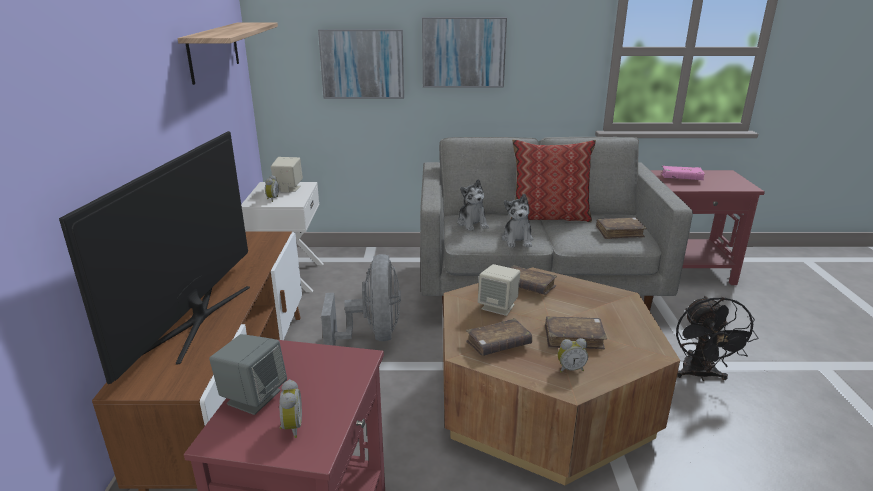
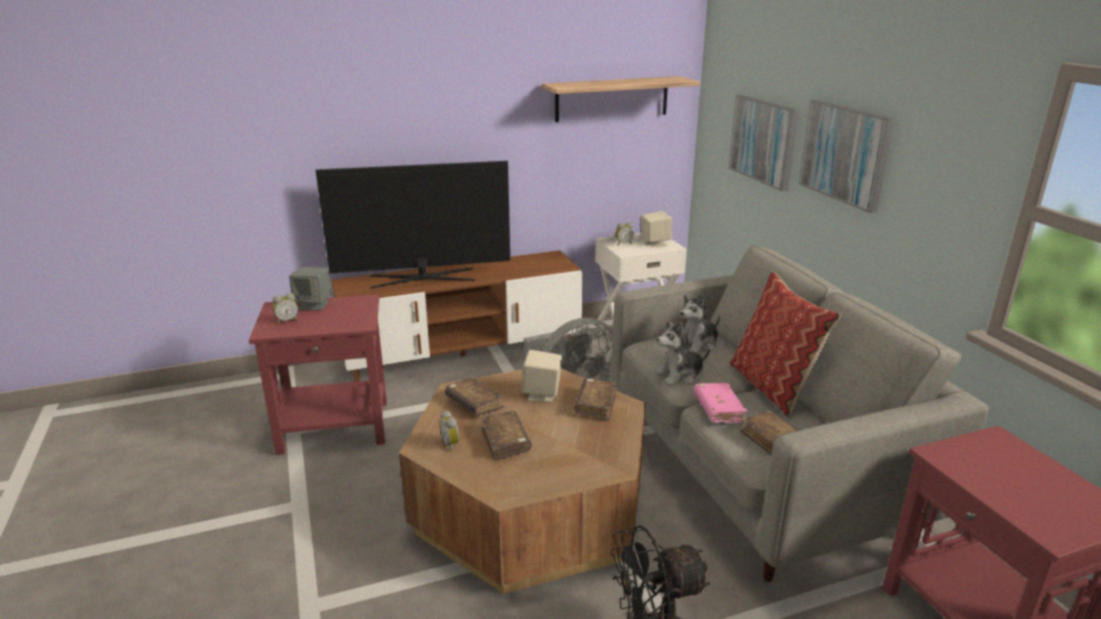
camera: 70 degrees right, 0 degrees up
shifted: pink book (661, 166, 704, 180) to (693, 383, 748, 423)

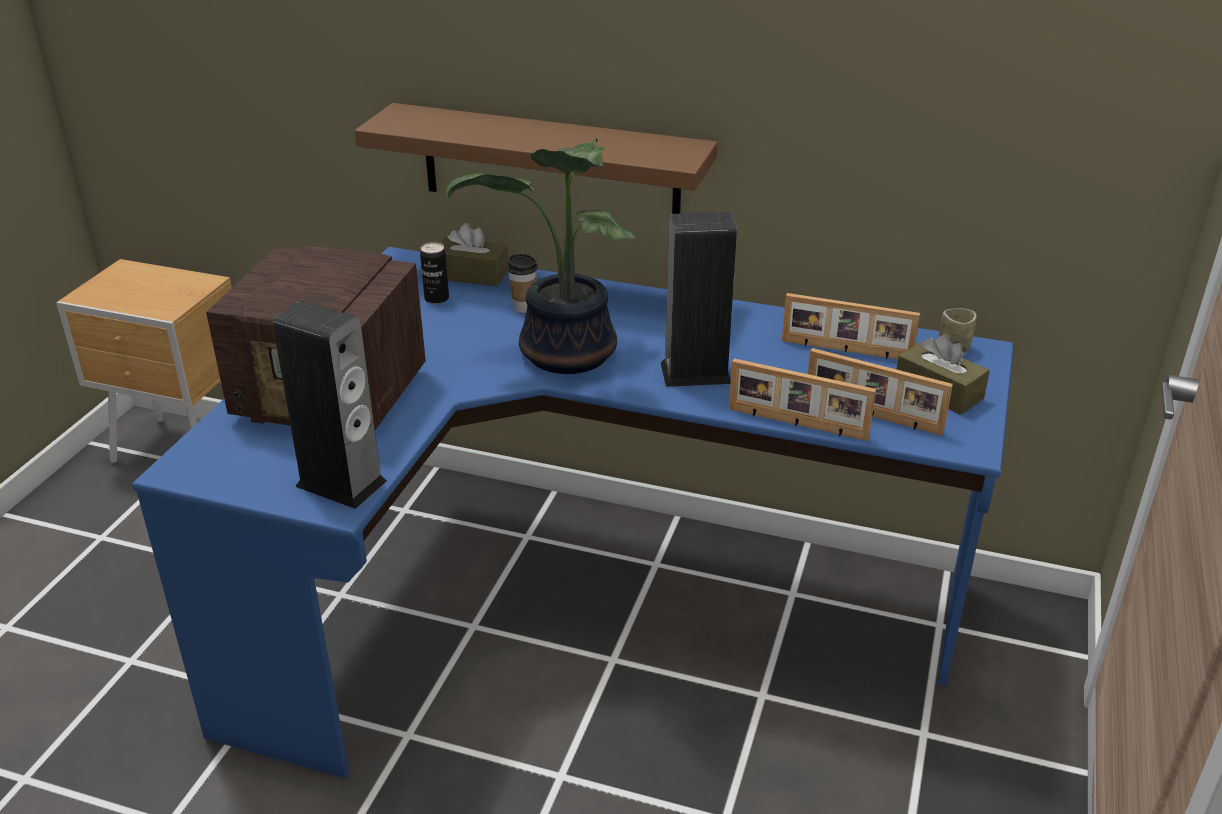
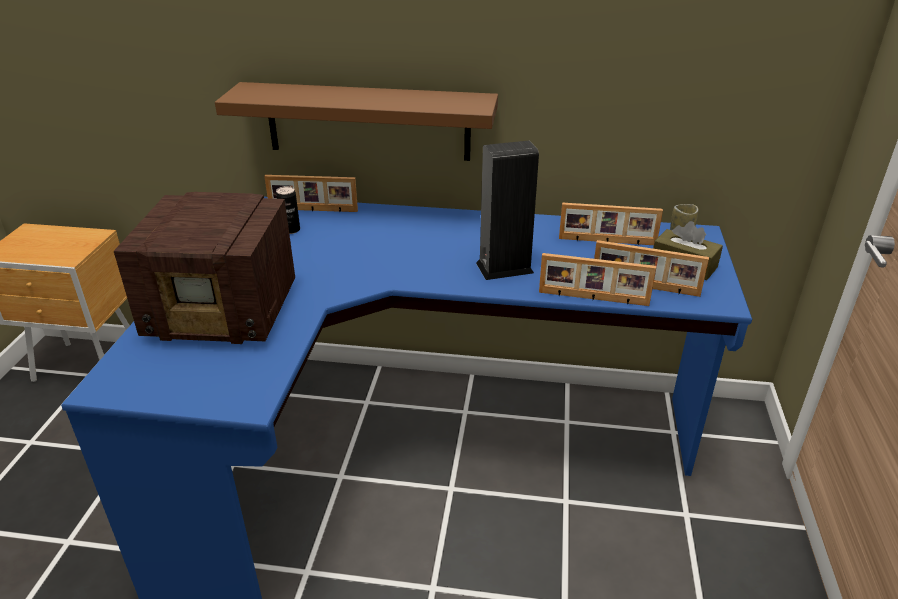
camera: 10 degrees left, 0 degrees up
gone: speaker (273, 301, 387, 509); potted plant (446, 138, 636, 374); cup (507, 254, 538, 313)
swapped: brown tissue box (440, 223, 508, 286) to picture frame (264, 175, 358, 212)

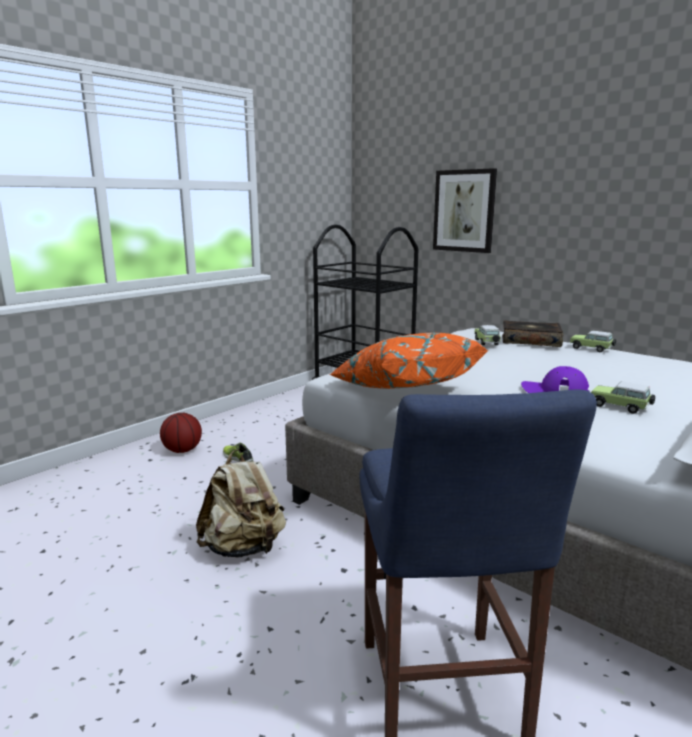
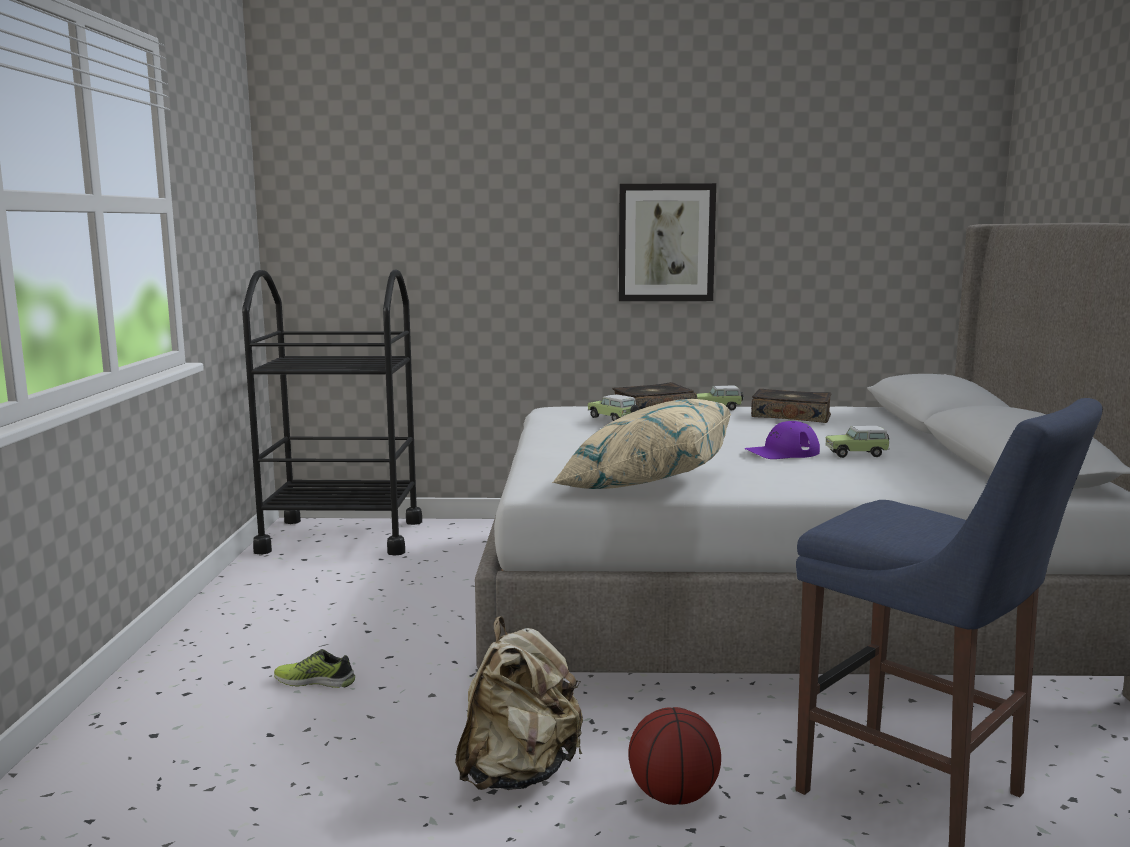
camera: 40 degrees left, 5 degrees down
new: book (751, 389, 832, 423)
shifted: picture (433, 168, 497, 253) to (619, 183, 716, 301); basketball (160, 413, 202, 453) to (628, 707, 721, 805)
repainted: orange pillow (330, 333, 489, 389) to beige pillow (552, 399, 731, 489)

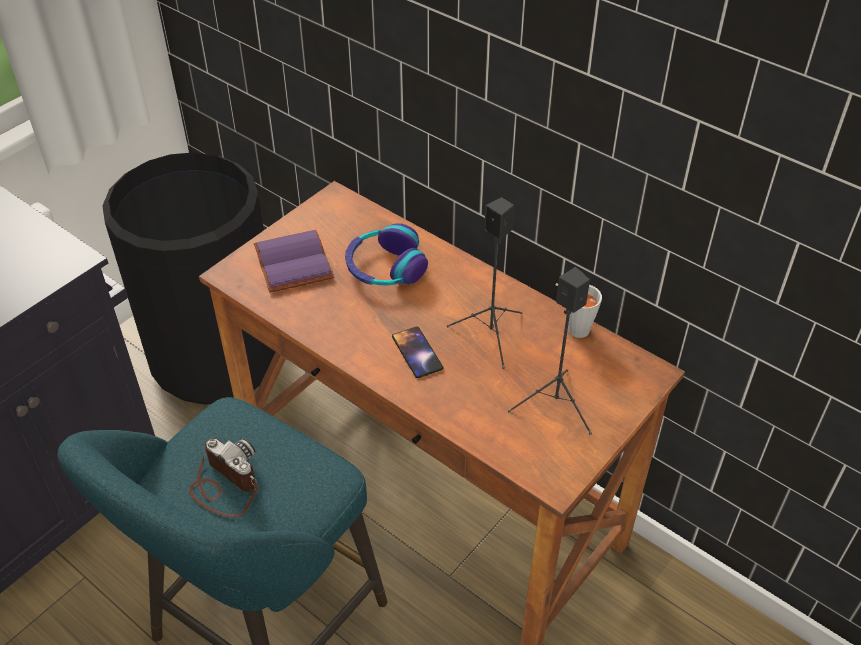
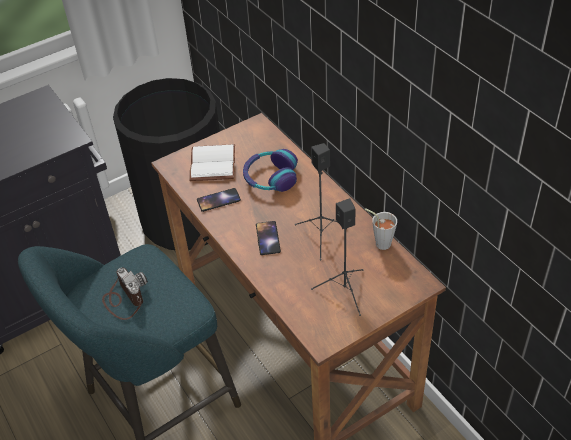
camera: 20 degrees right, 0 degrees up
new: phone (197, 188, 241, 212)
repainted: purple book (254, 230, 334, 293) to white book (189, 144, 235, 181)

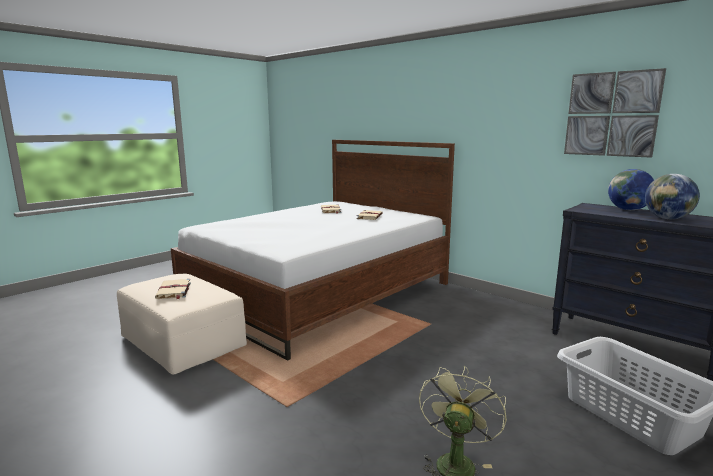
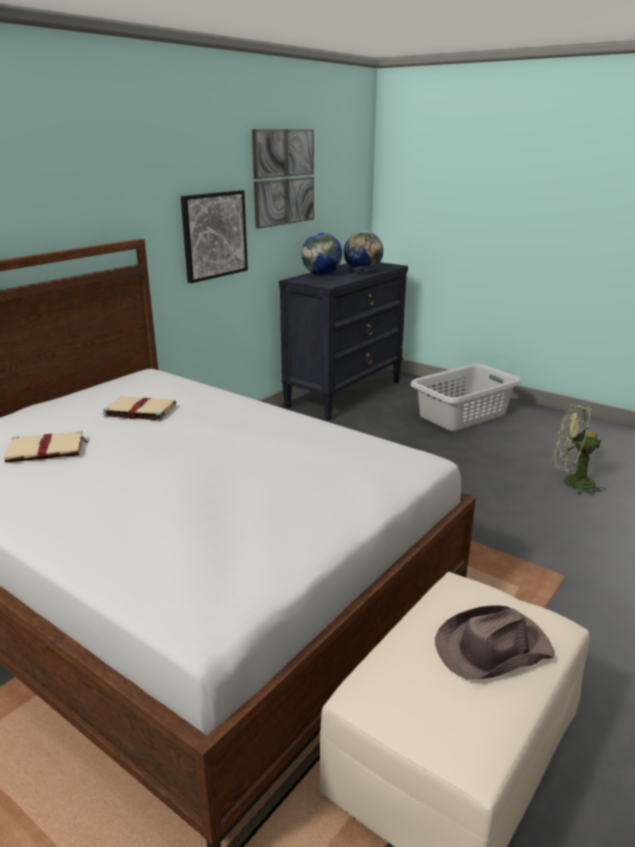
camera: 95 degrees left, 10 degrees up
new: picture (181, 190, 248, 283)
swapped: beige book (155, 279, 191, 299) to brown hat (435, 605, 554, 680)

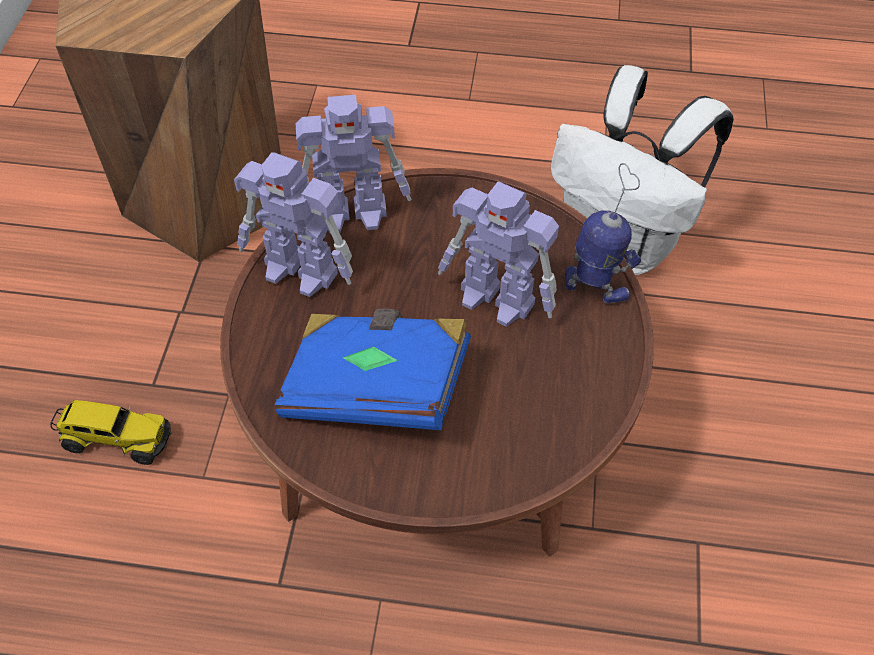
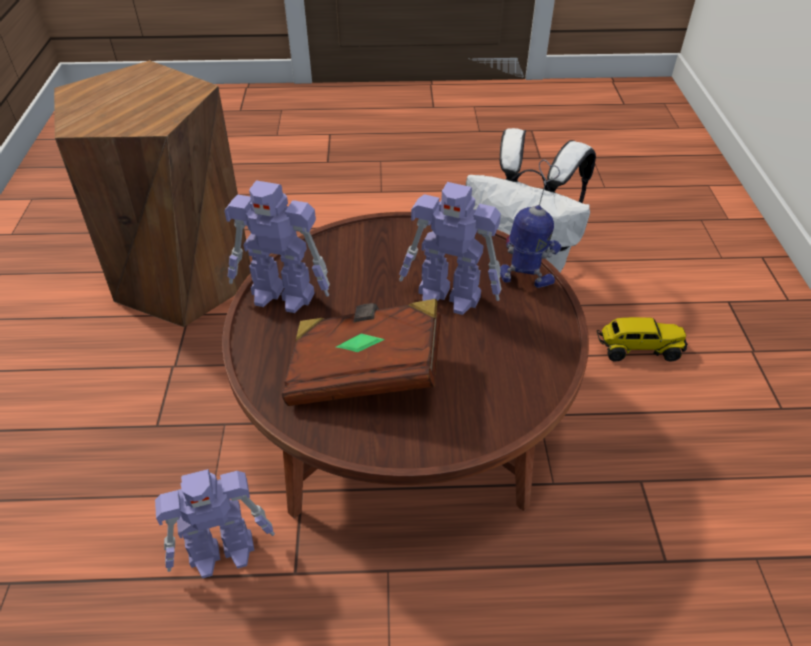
camera: 10 degrees left, 10 degrees down
shifted: toy robot (296, 95, 411, 234) to (155, 469, 275, 578); toy truck (50, 400, 171, 465) to (597, 317, 688, 362)
repainted: blue book (275, 308, 471, 430) to brown book (281, 299, 441, 406)

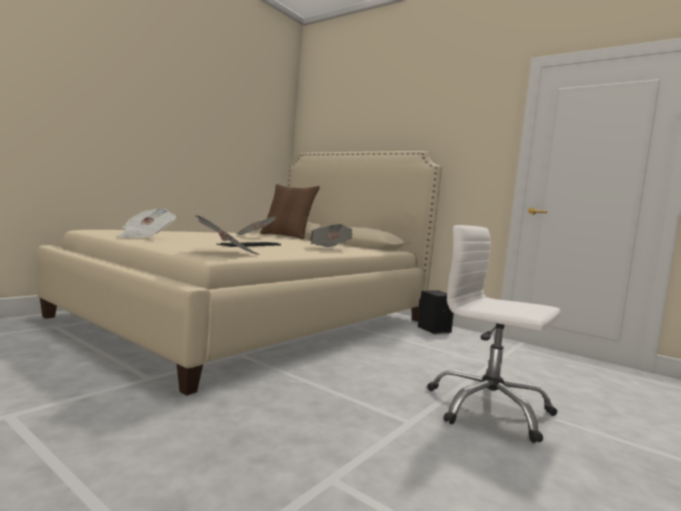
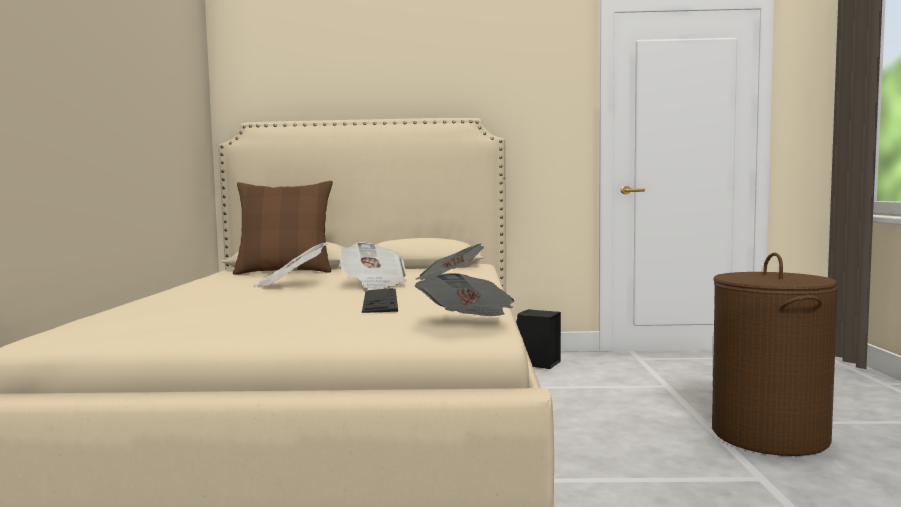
camera: 35 degrees left, 0 degrees up
shifted: newspaper (119, 208, 176, 238) to (339, 242, 407, 290)
swapped: white office chair (427, 225, 561, 443) to brown laundry basket (712, 253, 839, 456)

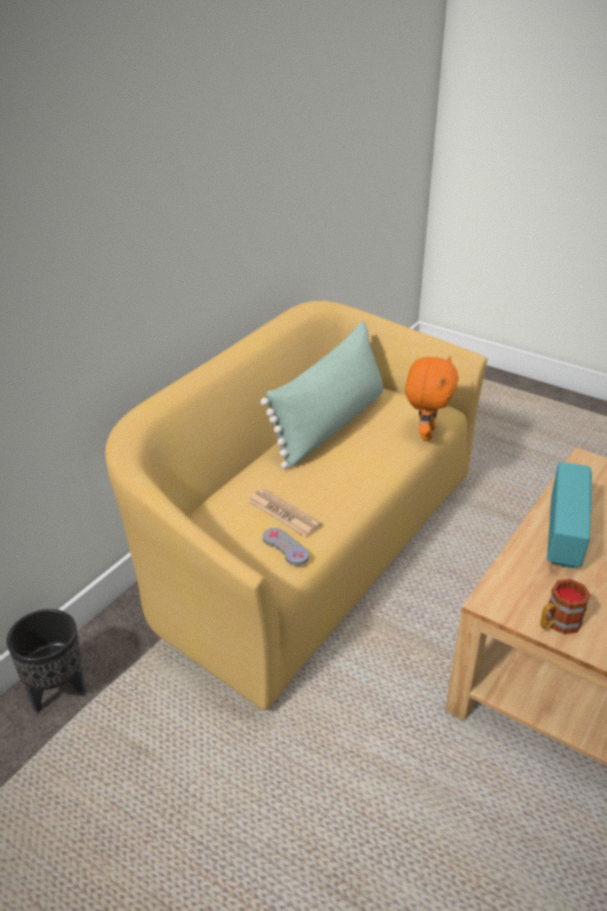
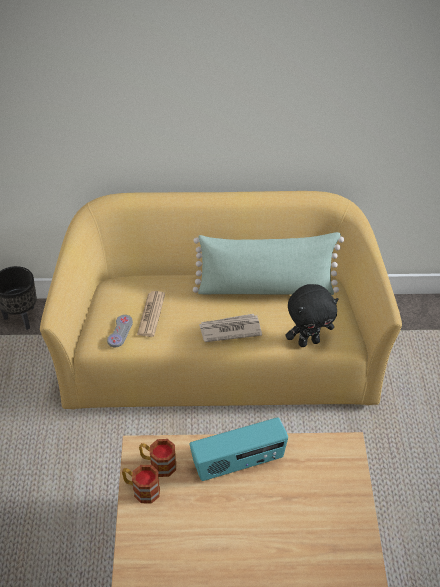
camera: 55 degrees right, 10 degrees up
new: mug (139, 439, 176, 477); newspaper (199, 314, 262, 342)
repainted: orange plush toy (405, 356, 459, 441) to black plush toy (285, 284, 338, 347)

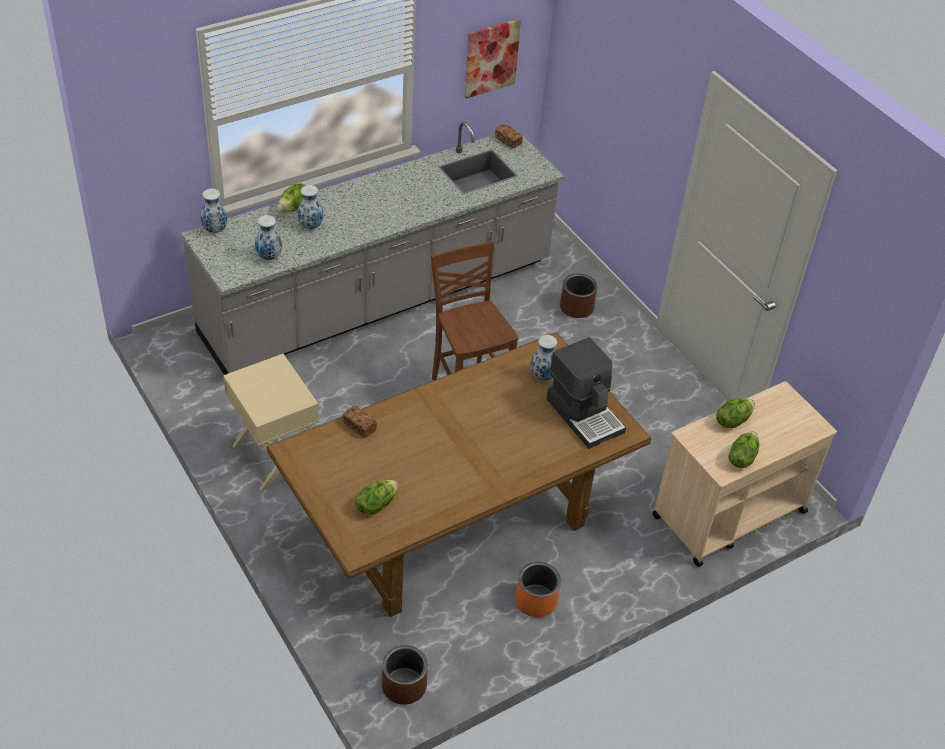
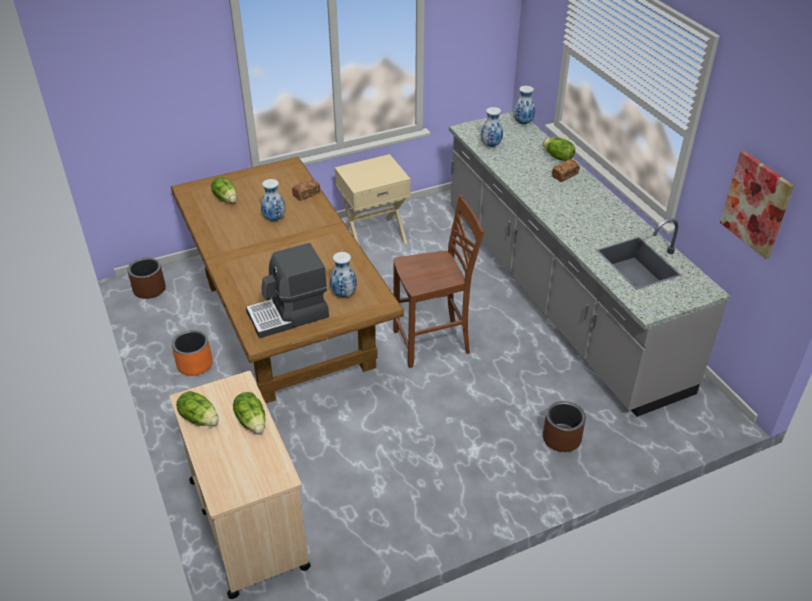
camera: 100 degrees right, 5 degrees down
shifted: vase (297, 185, 323, 229) to (261, 179, 286, 221); bread (495, 124, 523, 149) to (552, 159, 580, 182)

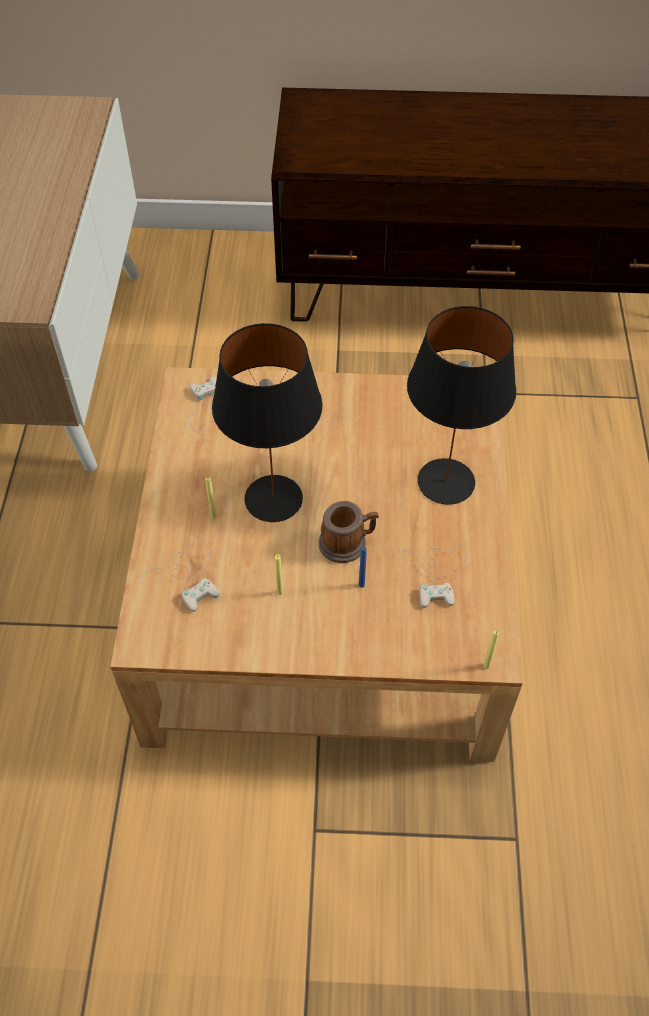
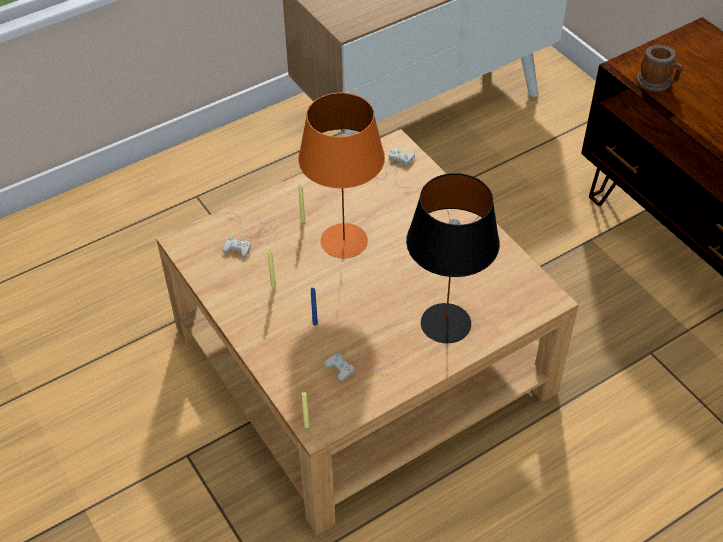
camera: 55 degrees right, 5 degrees down
shifted: mug (319, 501, 379, 563) to (636, 45, 684, 92)
repainted: black table lamp (212, 323, 323, 522) to orange table lamp (298, 92, 385, 258)

